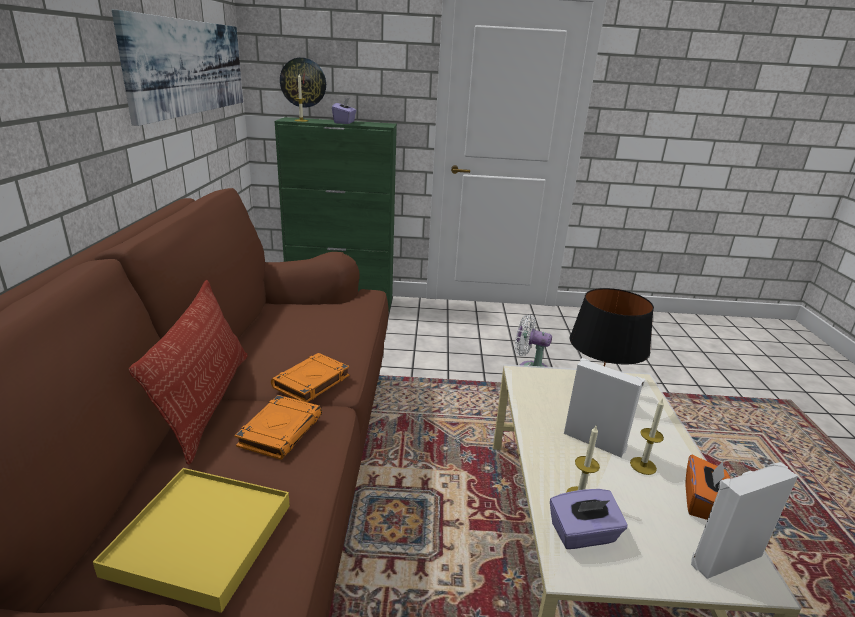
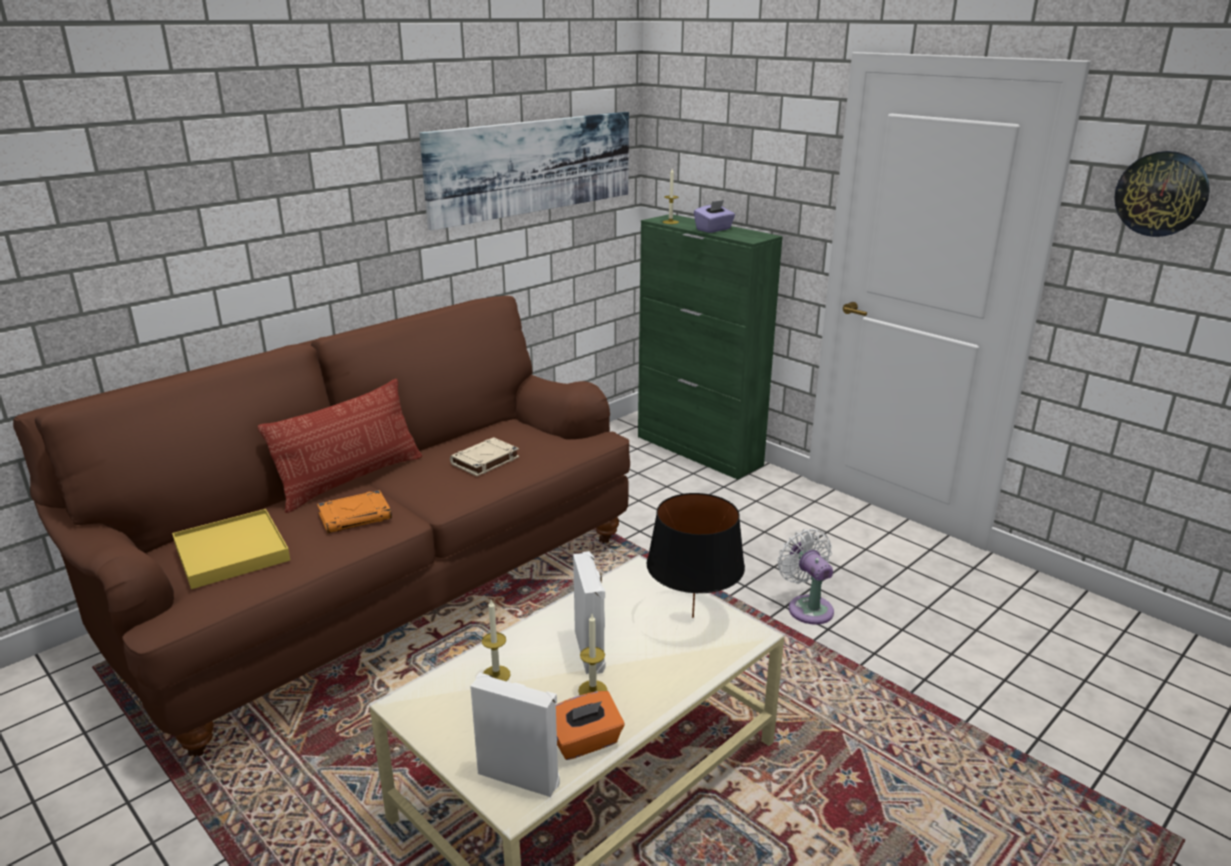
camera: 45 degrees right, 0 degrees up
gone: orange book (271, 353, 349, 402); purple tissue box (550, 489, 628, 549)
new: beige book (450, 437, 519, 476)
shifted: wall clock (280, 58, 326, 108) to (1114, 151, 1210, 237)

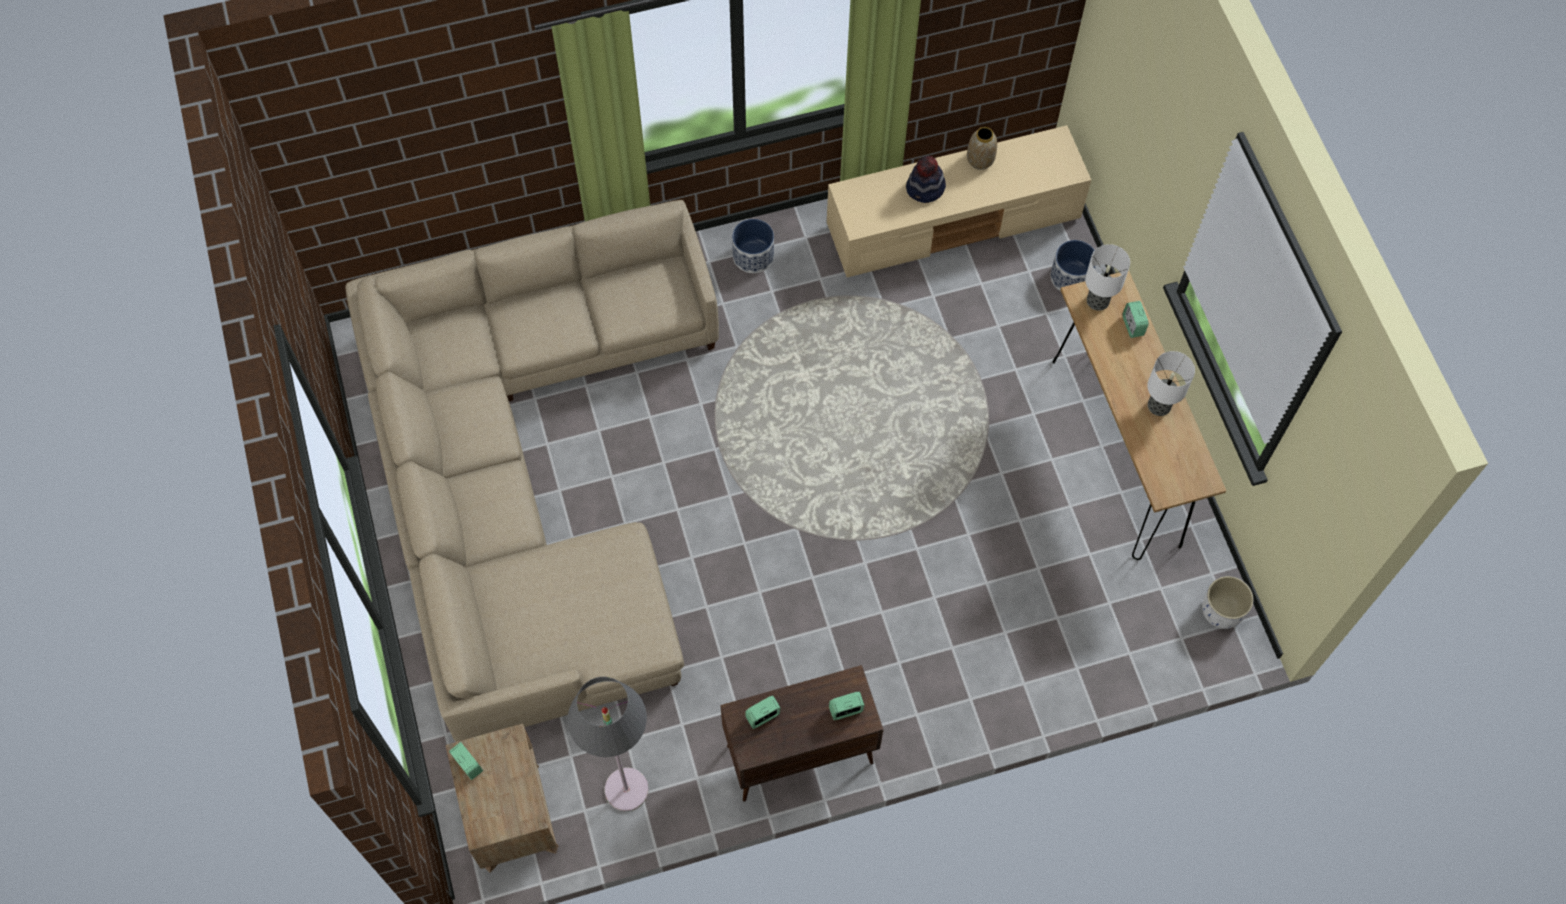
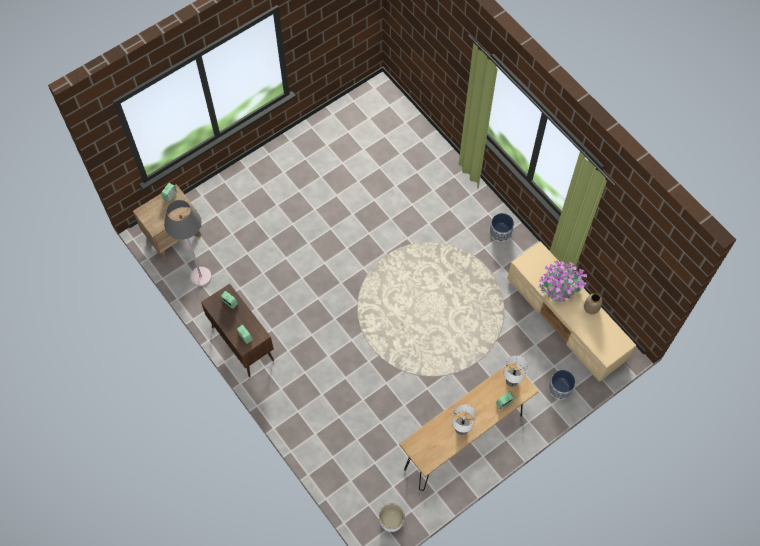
camera: 70 degrees right, 0 degrees up
gone: beige sofa (345, 200, 719, 742)
swapped: hat (906, 156, 946, 203) to potted plant (538, 260, 587, 302)

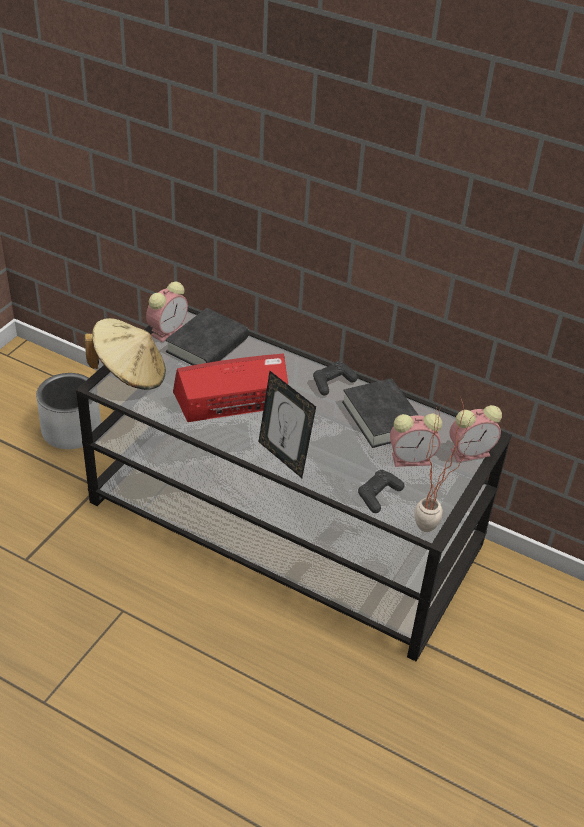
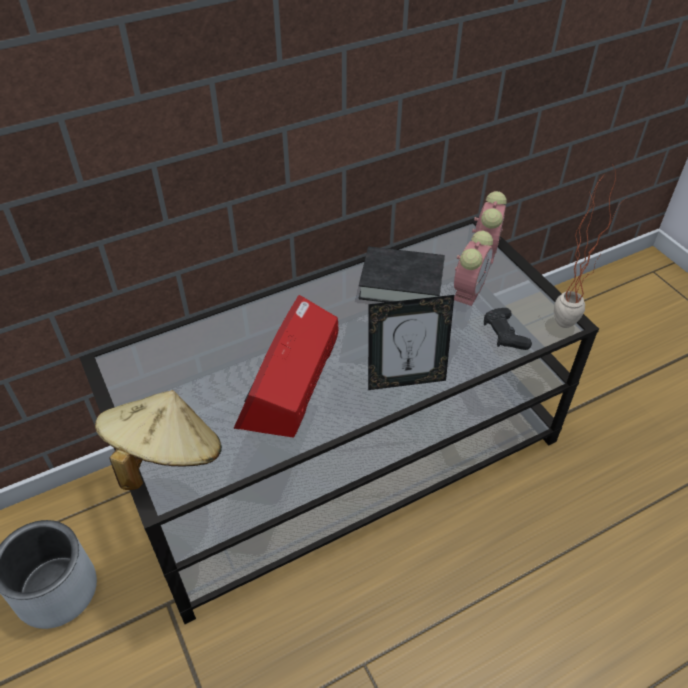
camera: 55 degrees left, 5 degrees up
gone: alarm clock (146, 282, 188, 342); black book (165, 308, 248, 365); black game controller (313, 361, 358, 396)

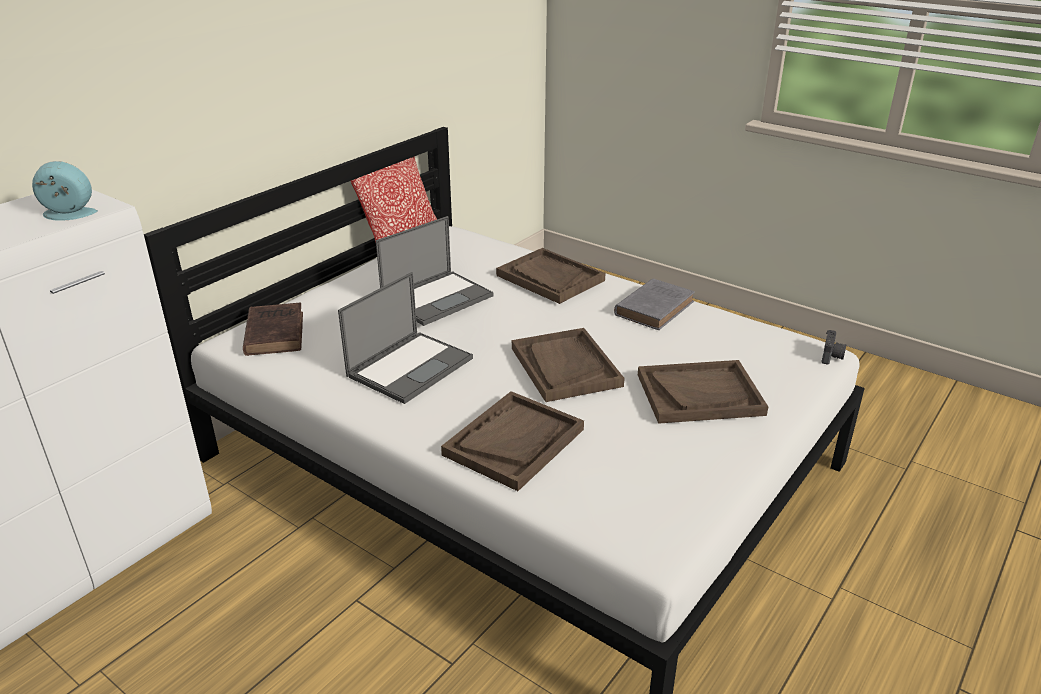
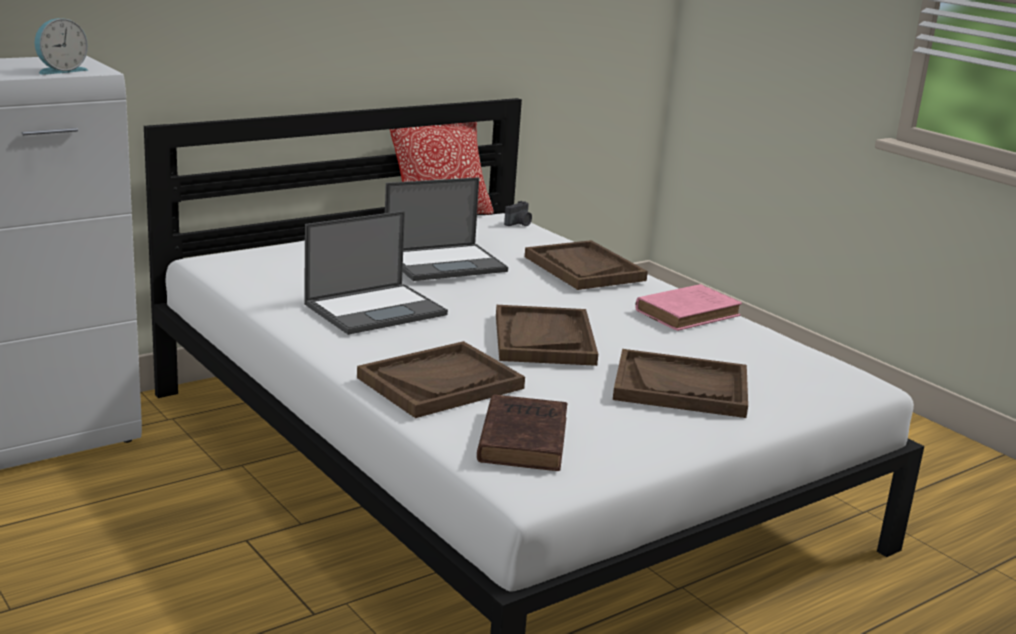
camera: 15 degrees right, 10 degrees down
shifted: brown book (243, 303, 303, 356) to (477, 394, 567, 471); photo camera (821, 330, 846, 365) to (504, 201, 532, 226)
repainted: grey book (614, 278, 695, 330) to pink book (635, 284, 742, 331)
rotated: alarm clock (32, 161, 98, 221) = (34, 18, 88, 75) 120 degrees clockwise

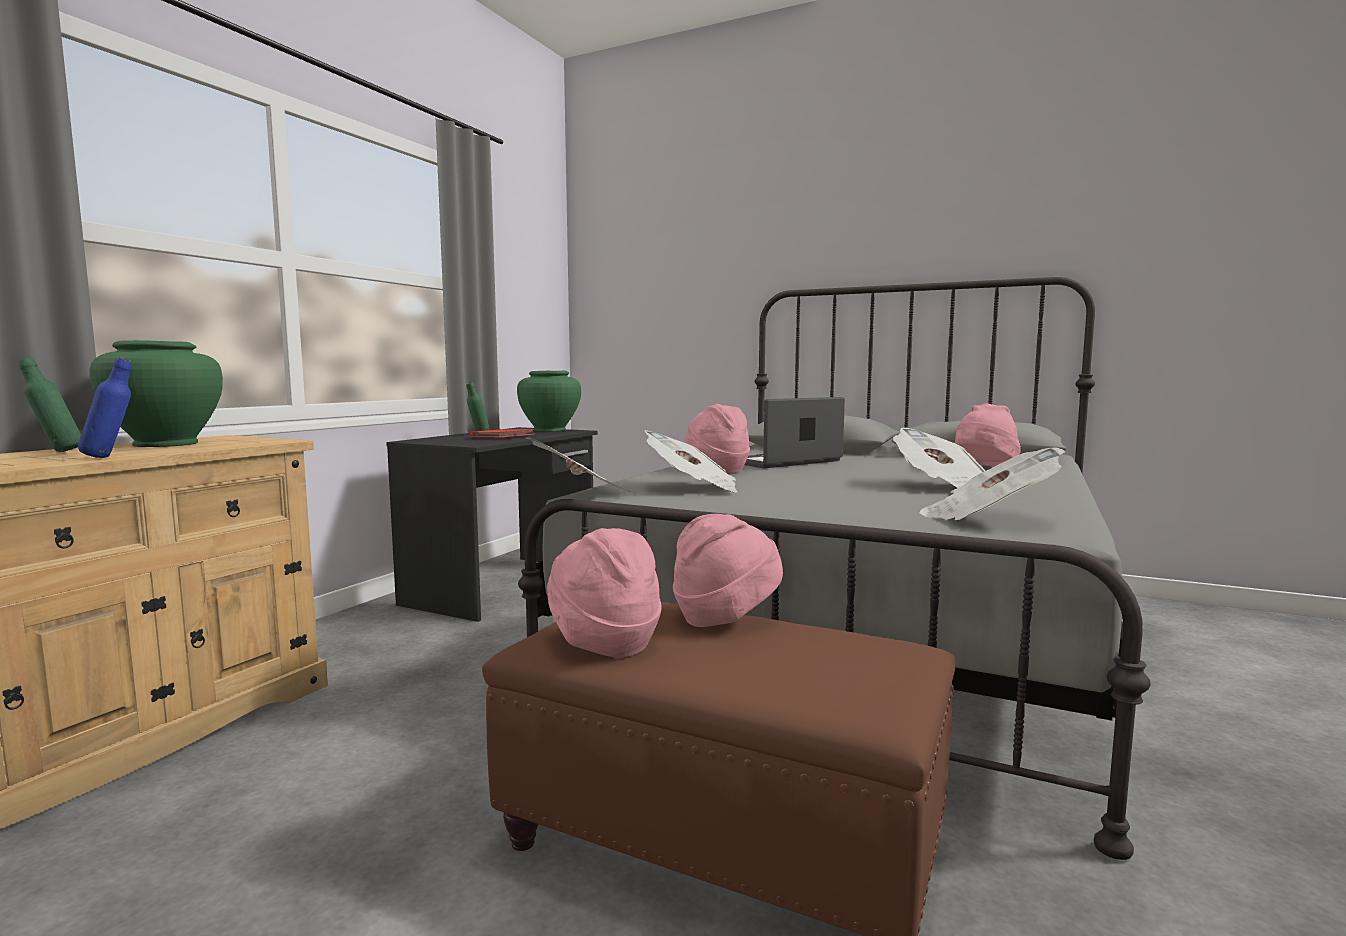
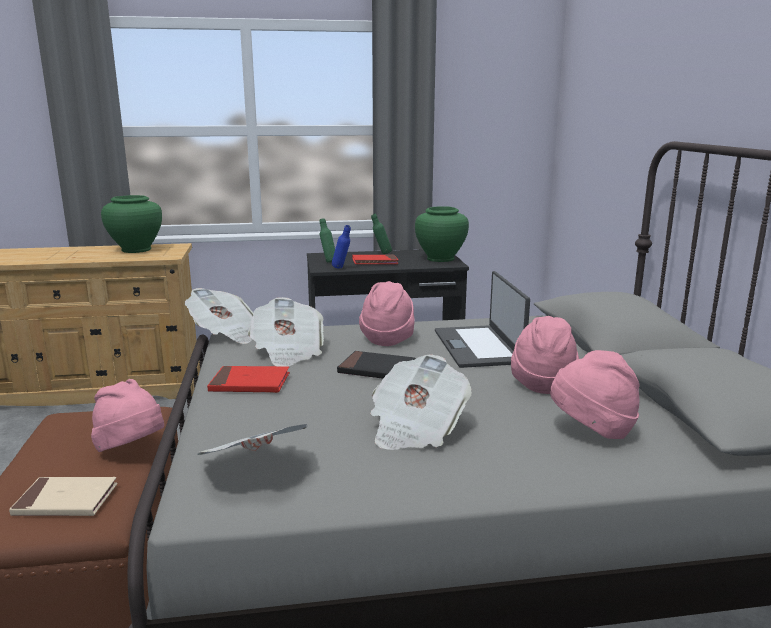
camera: 55 degrees right, 10 degrees up
new: beige book (9, 477, 118, 516); red book (207, 366, 290, 393); black book (337, 351, 415, 379)
shifted: green bottle (19, 358, 81, 452) to (320, 218, 335, 263); blue bottle (78, 357, 132, 458) to (332, 225, 351, 269); pink hat (547, 528, 662, 657) to (511, 316, 579, 394)
rotated: laptop (744, 397, 845, 468) = (435, 271, 530, 368) 120 degrees counterclockwise

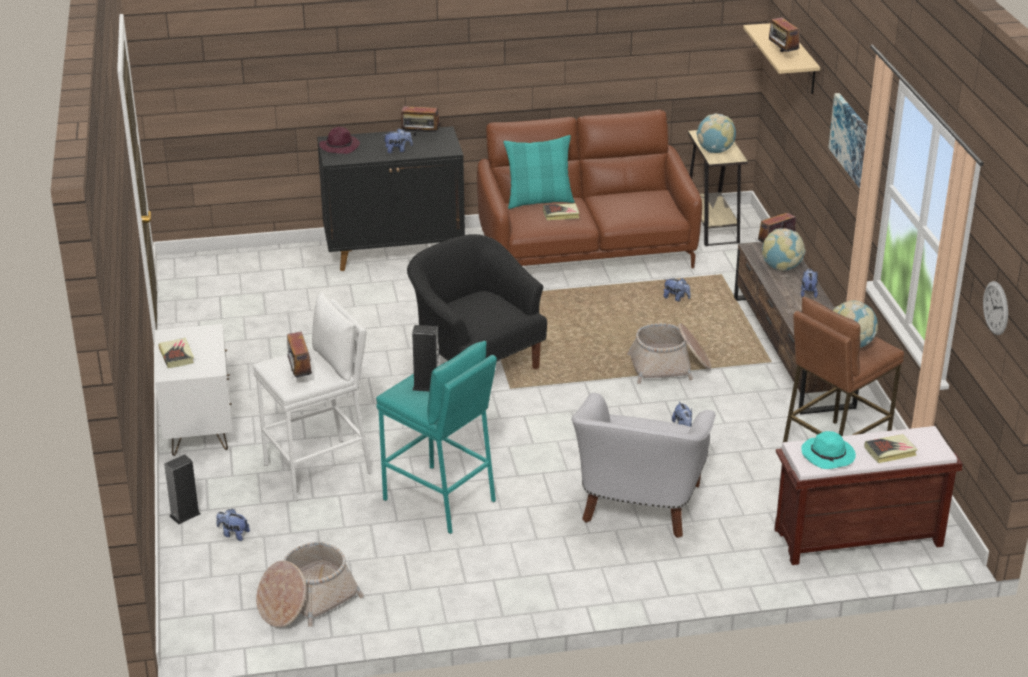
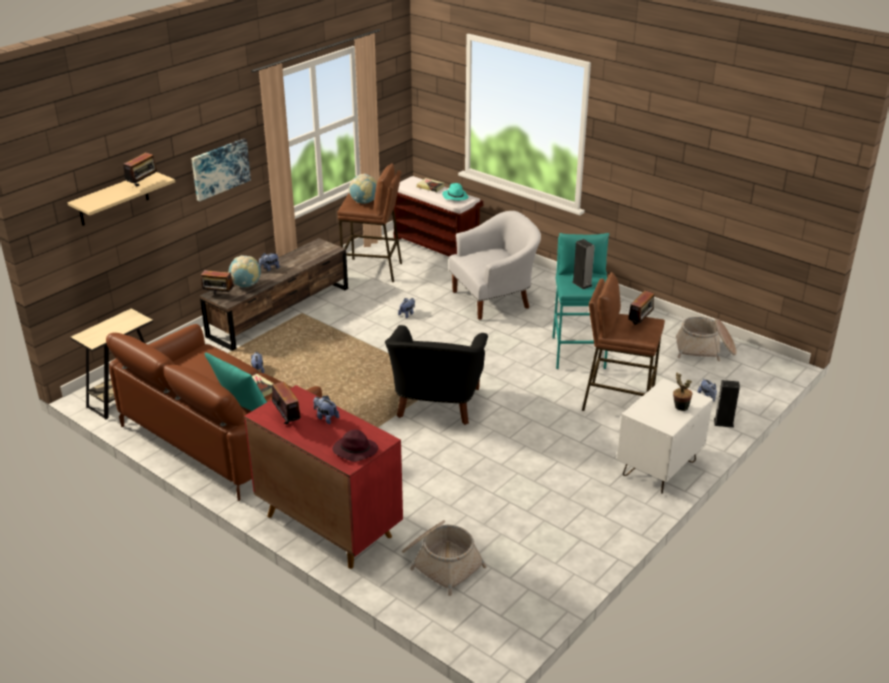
camera: 130 degrees left, 0 degrees up
gone: globe (696, 113, 736, 153); wall clock (983, 281, 1008, 335)
shifted: basket (627, 323, 711, 384) to (402, 520, 487, 596)
swapped: book (159, 338, 194, 368) to potted plant (673, 373, 692, 411)
repainted: black cabinet (317, 126, 465, 271) to red cabinet (244, 385, 403, 569); white stool (253, 292, 372, 502) to brown stool (582, 272, 665, 411)

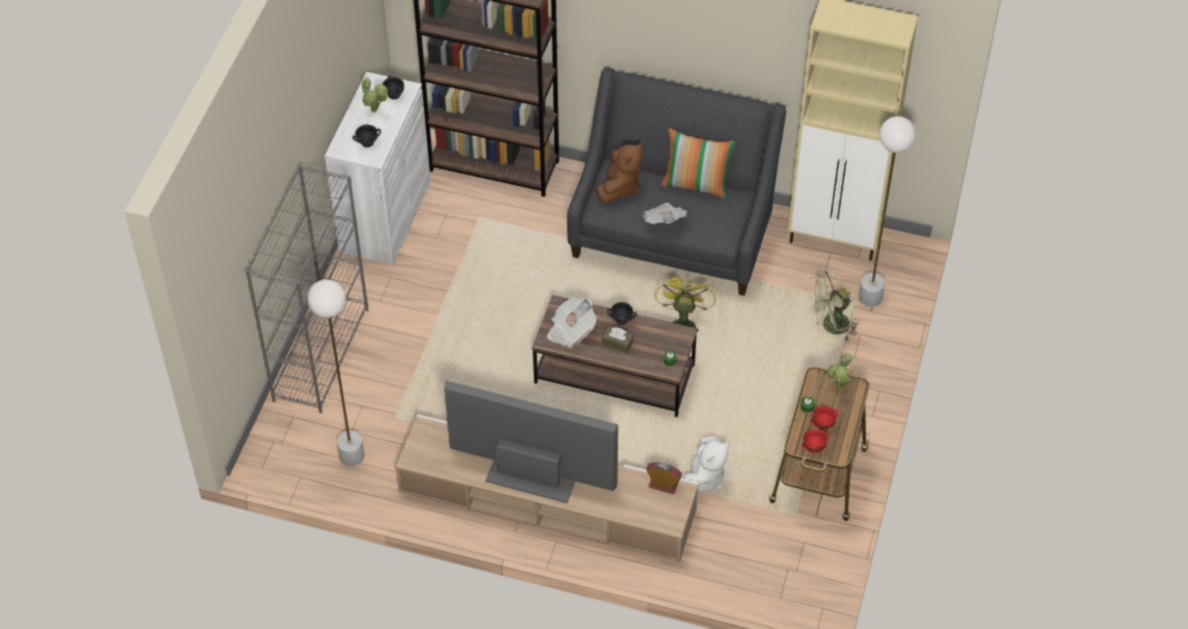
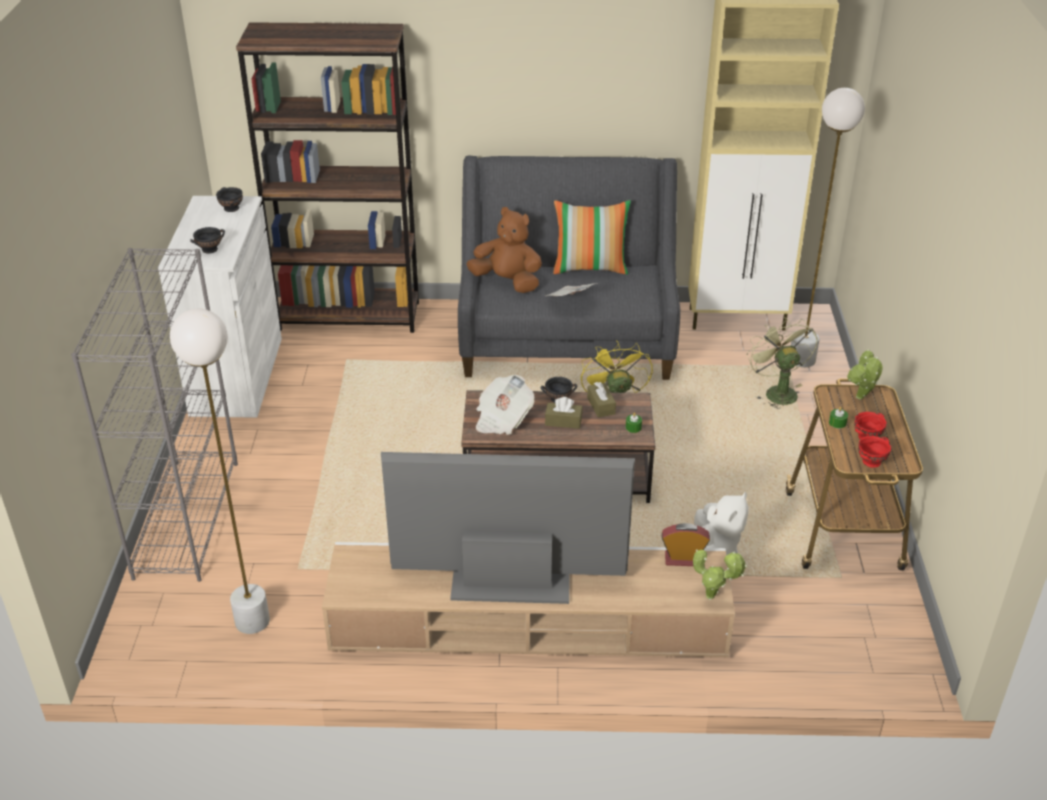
camera: 15 degrees left, 15 degrees down
new: brown tissue box (587, 382, 616, 417)
shifted: potted plant (362, 78, 388, 113) to (693, 549, 747, 600)
rotated: brown plush toy (596, 142, 643, 203) = (466, 207, 542, 293) 75 degrees counterclockwise; green fan (806, 271, 859, 342) = (747, 317, 818, 409) 120 degrees clockwise

